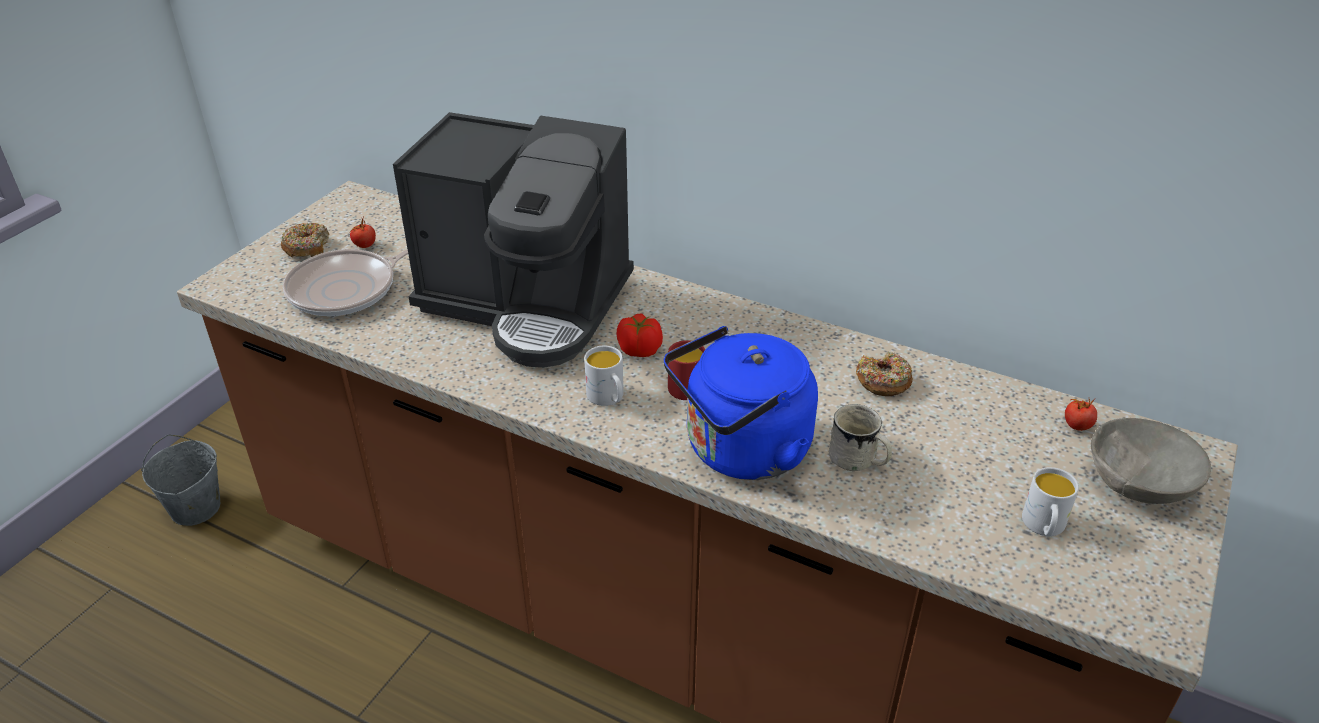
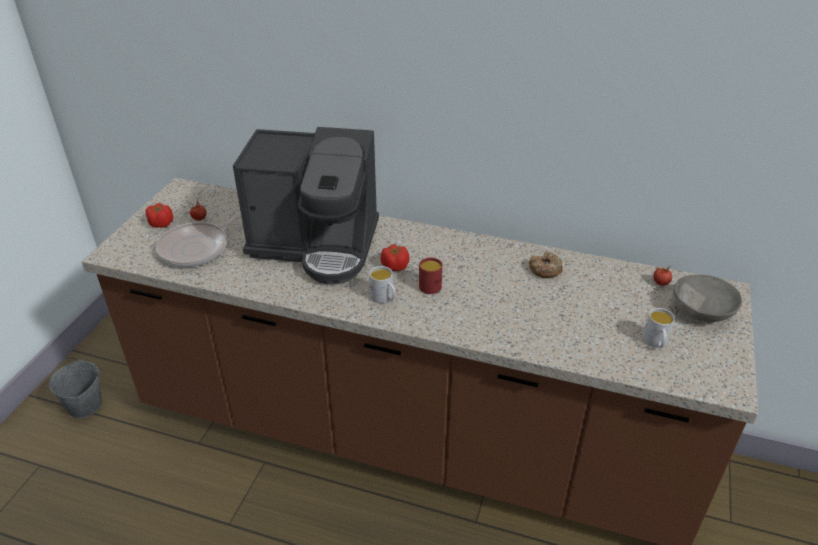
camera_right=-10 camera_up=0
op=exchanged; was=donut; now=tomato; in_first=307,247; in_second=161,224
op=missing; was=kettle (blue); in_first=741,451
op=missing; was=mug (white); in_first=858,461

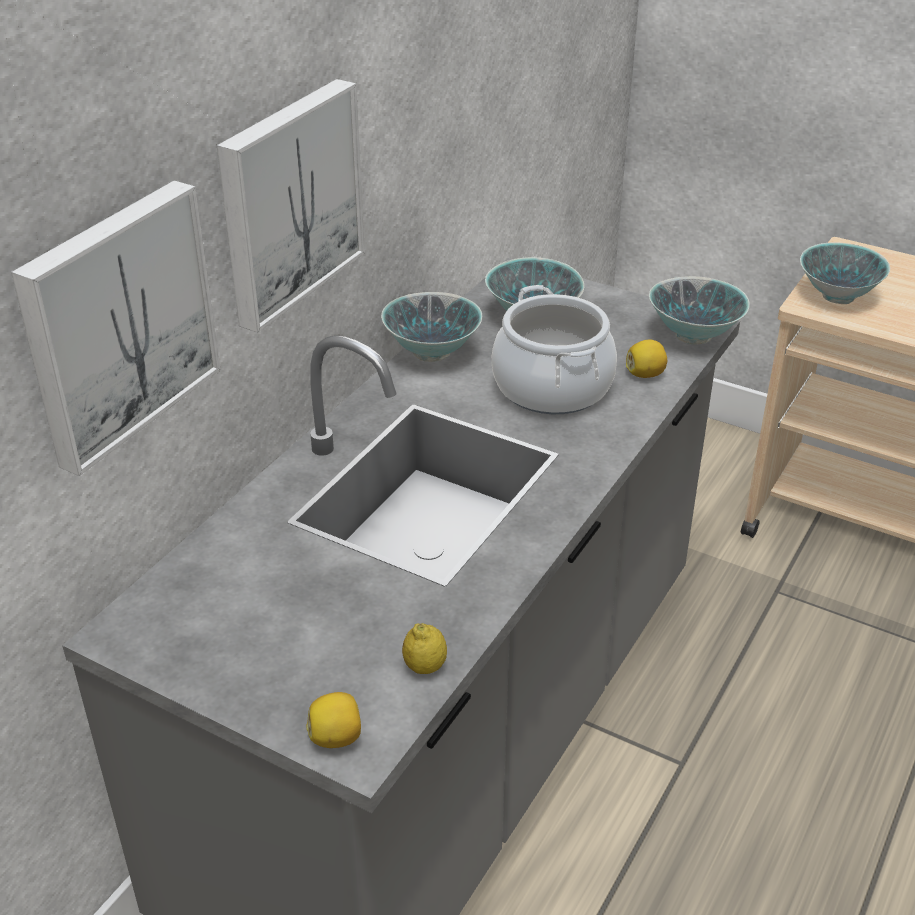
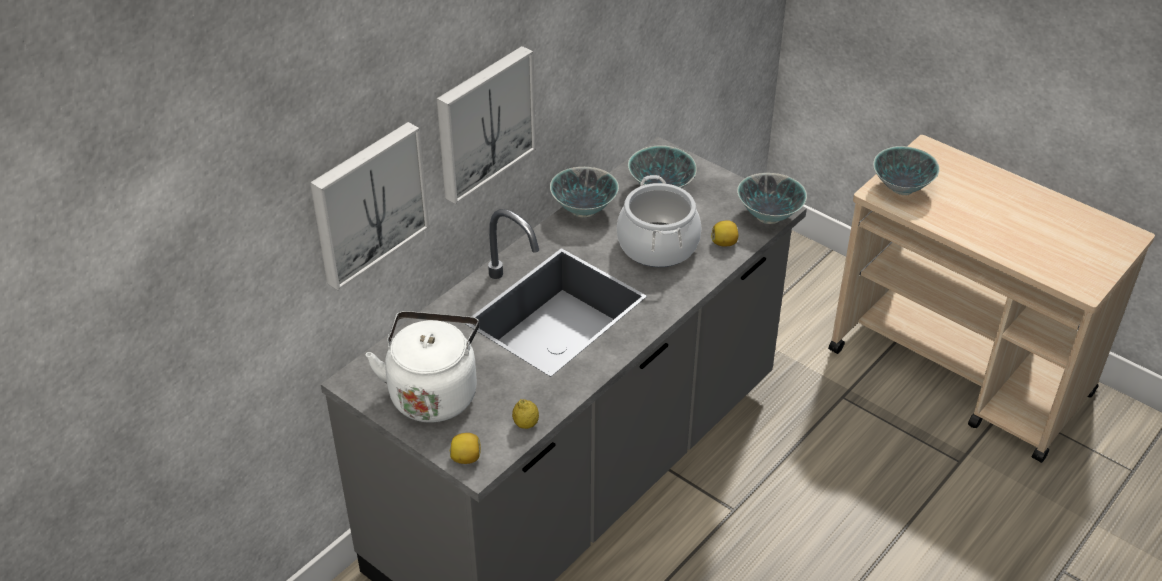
camera_right=10 camera_up=5
op=appeared; now=kettle (white); in_second=433,392

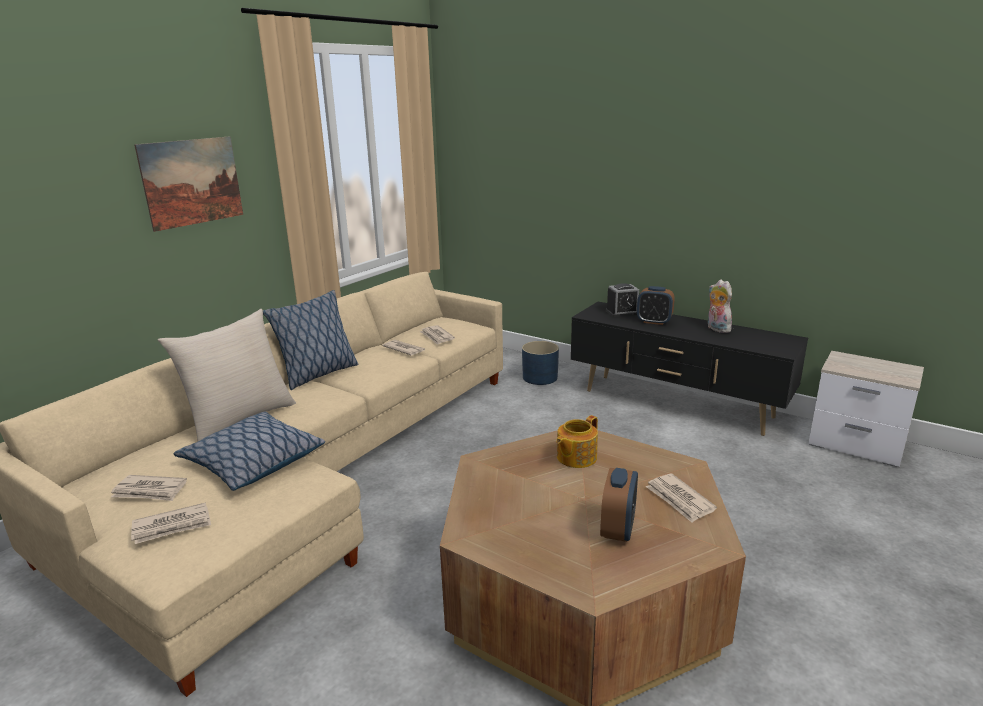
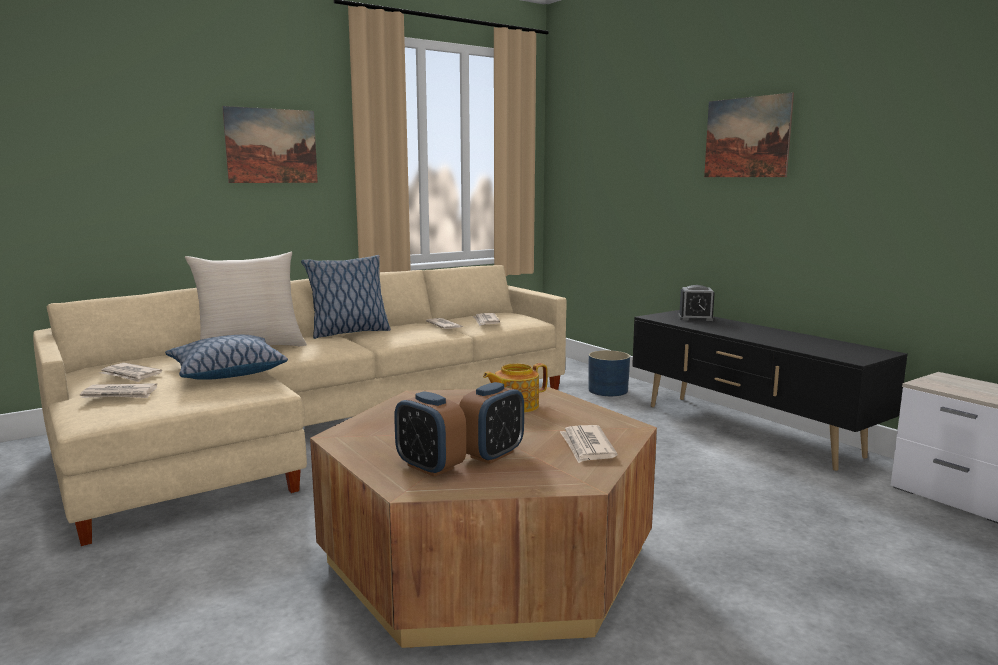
camera_right=20 camera_up=-10
op=relocated; was=alarm clock; in_first=654,321; in_second=430,467
op=missing; was=plush toy; in_first=716,329
op=appeared; now=picture; in_second=746,137

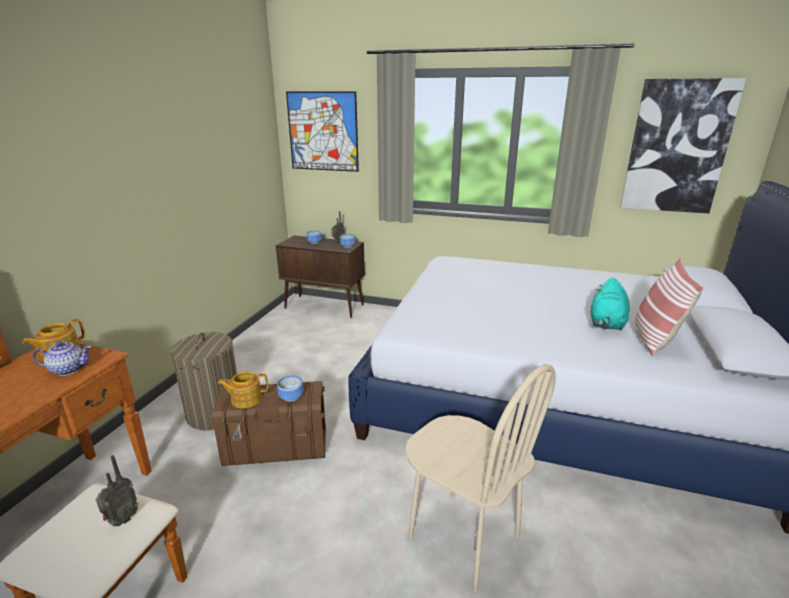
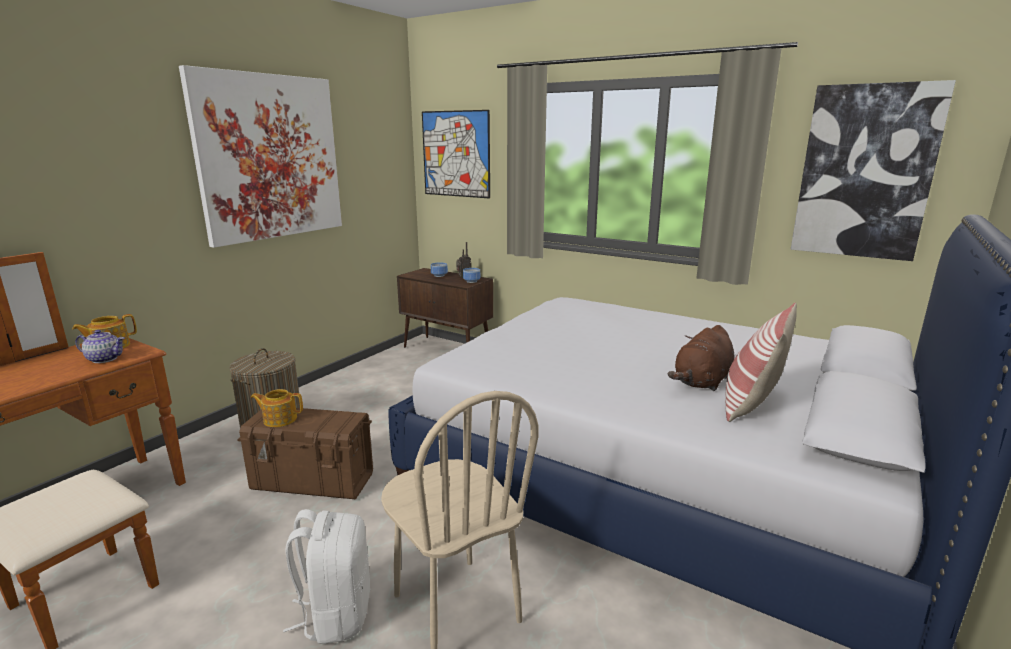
camera_right=15 camera_up=-5
op=missing; was=radio; in_first=121,520
op=missing; was=bowl; in_first=292,396
op=colour; was=plush toy (turquoise); now=plush toy (brown); in_first=606,323; in_second=702,382
op=appeared; now=picture; in_second=270,157
op=appeared; now=backpack (white); in_second=336,613

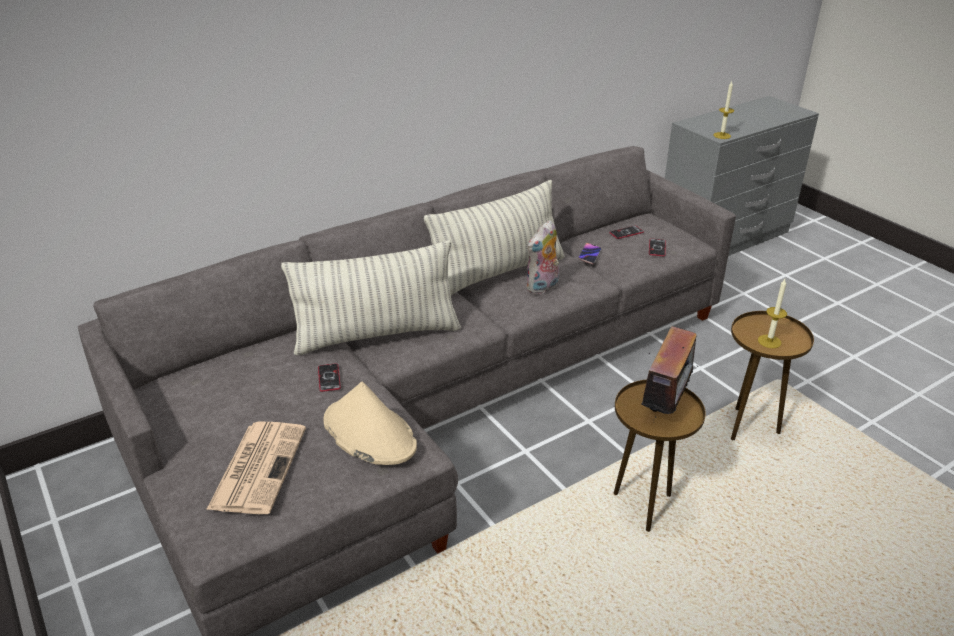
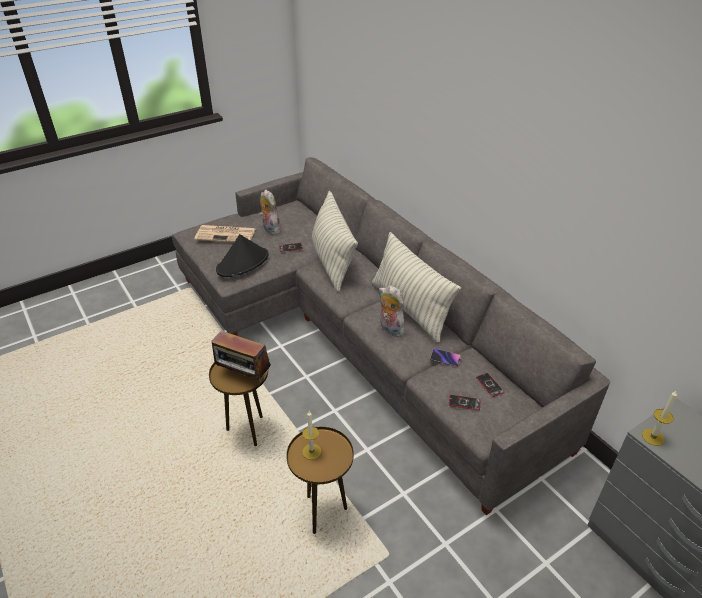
camera_right=90 camera_up=5
op=colour; was=hat (beige); now=hat (black); in_first=368,433; in_second=243,263
op=appeared; now=plush toy; in_second=270,229

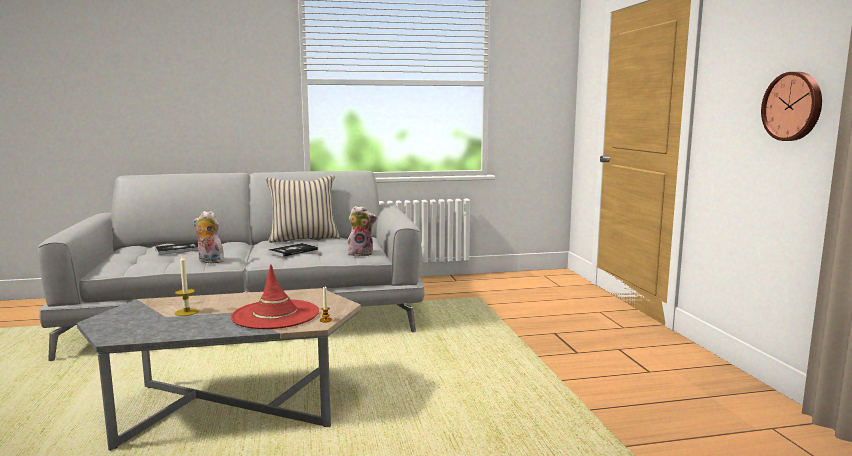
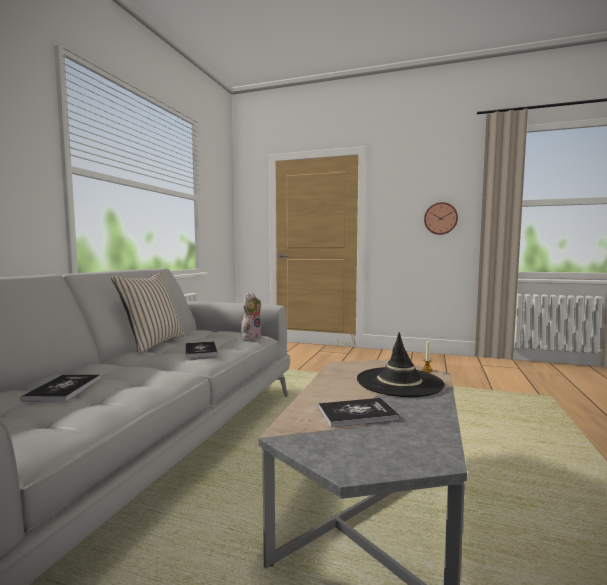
camera_right=-60 camera_up=-5
op=exchanged; was=candle; now=book; in_first=186,312; in_second=357,414
op=missing; was=plush toy; in_first=209,261
op=colour; was=hat (red); now=hat (black); in_first=275,315; in_second=399,382

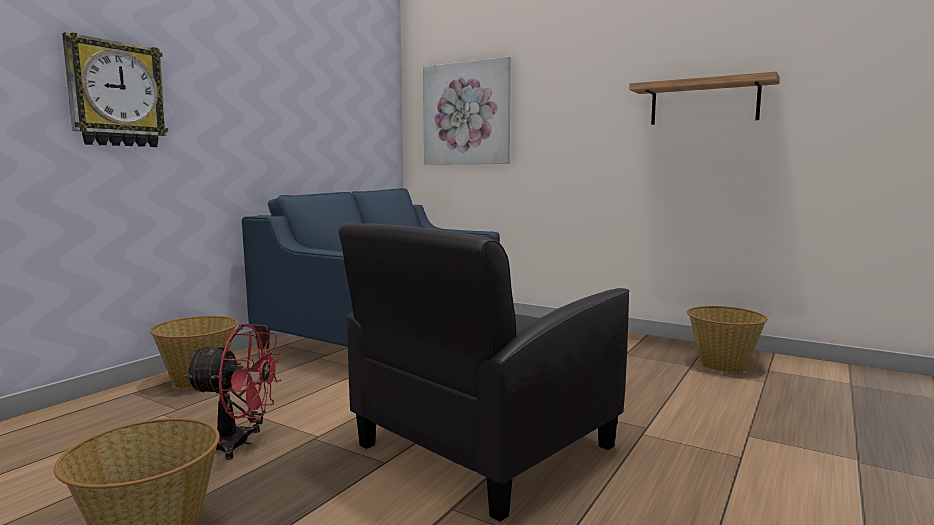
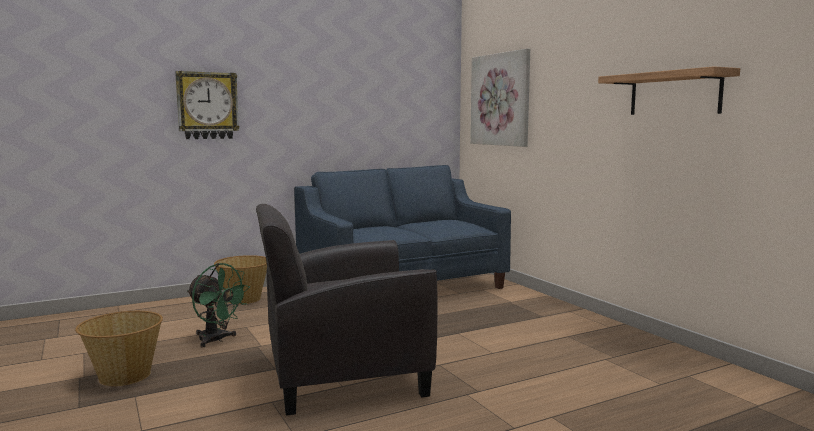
camera_right=30 camera_up=0
op=colour; was=fan (red); now=fan (green); in_first=239,444; in_second=217,340
op=missing; was=basket; in_first=722,365

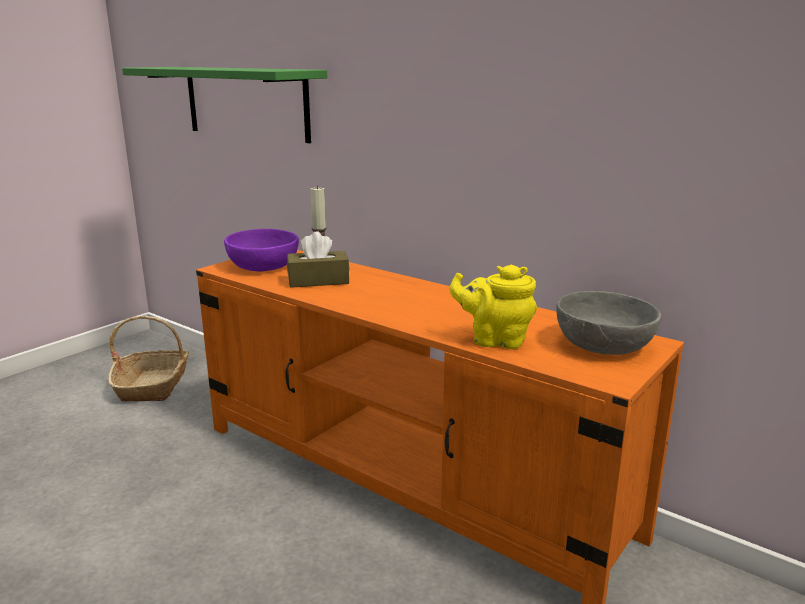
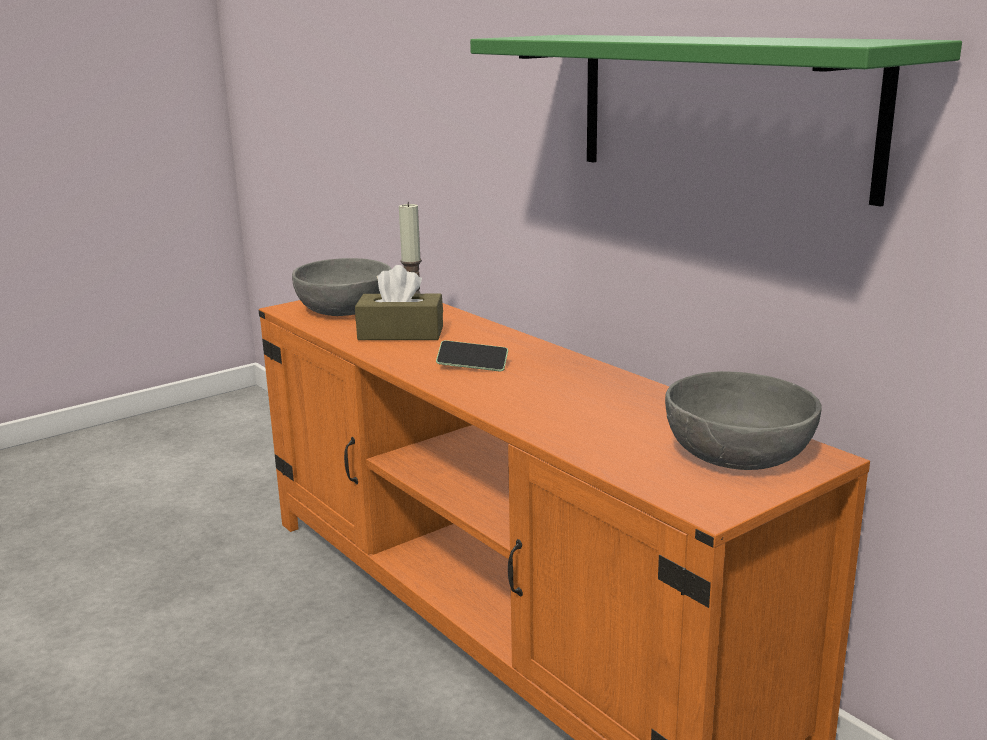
camera_right=15 camera_up=0
op=missing; was=basket; in_first=153,385
op=relocated; was=shelf (green); in_first=245,102; in_second=720,110
op=colour; was=bowl (purple); now=bowl (grey); in_first=264,266; in_second=345,309
op=missing; was=teapot (yellow); in_first=495,340
op=appeared; now=phone; in_second=472,365

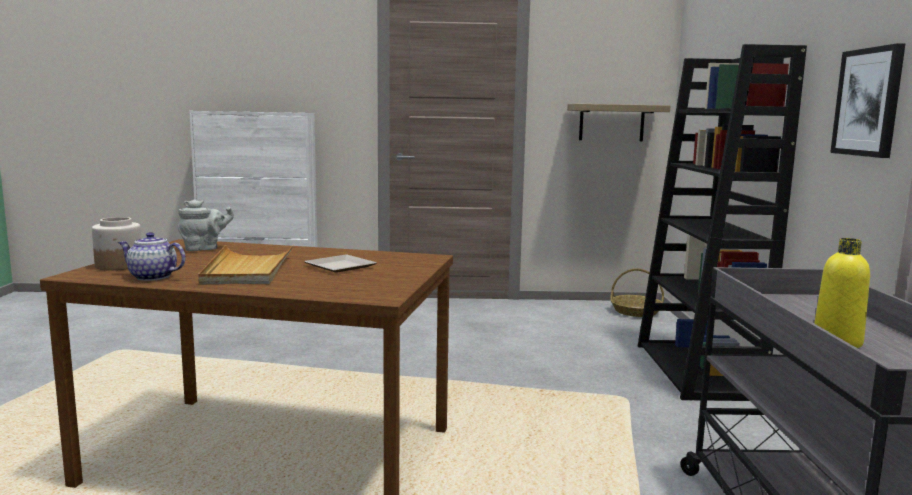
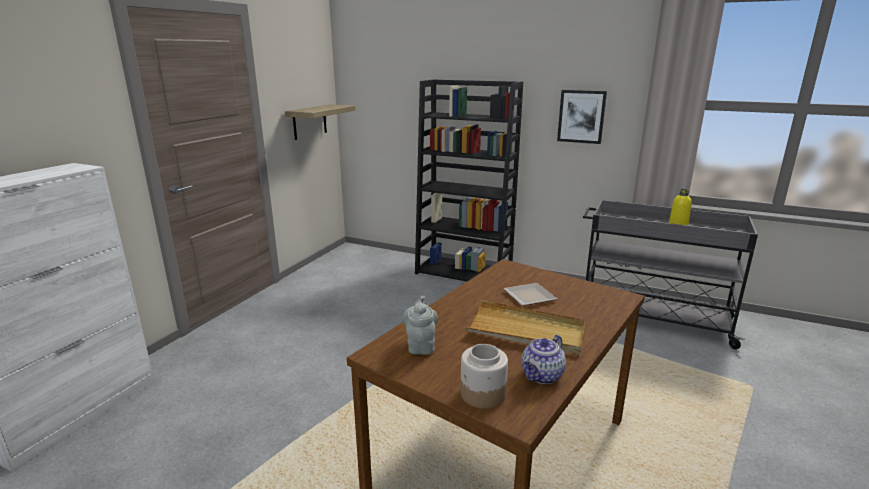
camera_right=-65 camera_up=10
op=missing; was=basket; in_first=636,311

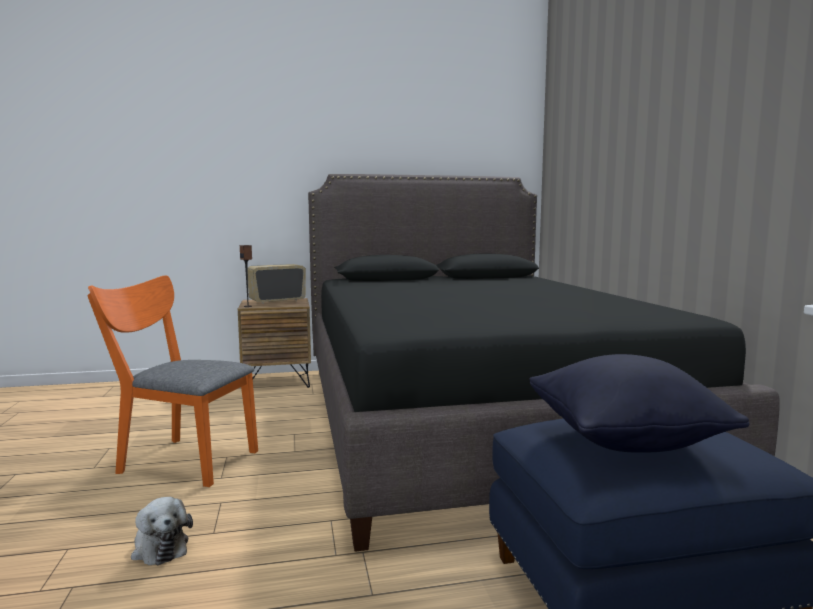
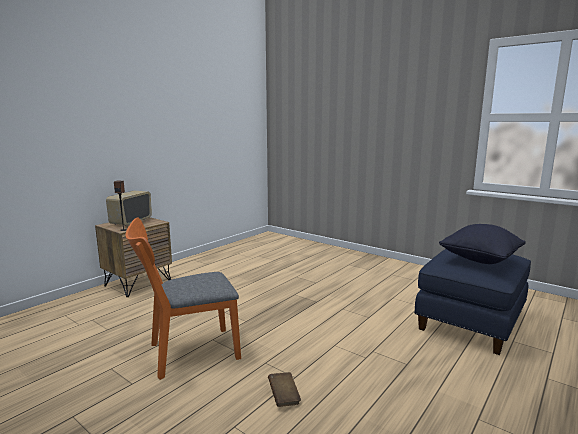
camera_right=-40 camera_up=5
op=exchanged; was=plush toy; now=book (brown); in_first=159,547; in_second=284,397
op=missing; was=bed (black); in_first=473,418

